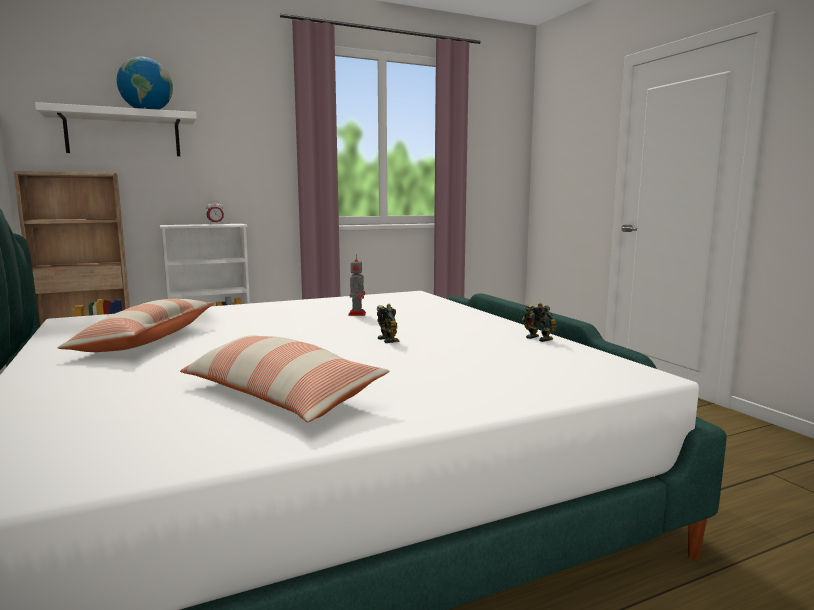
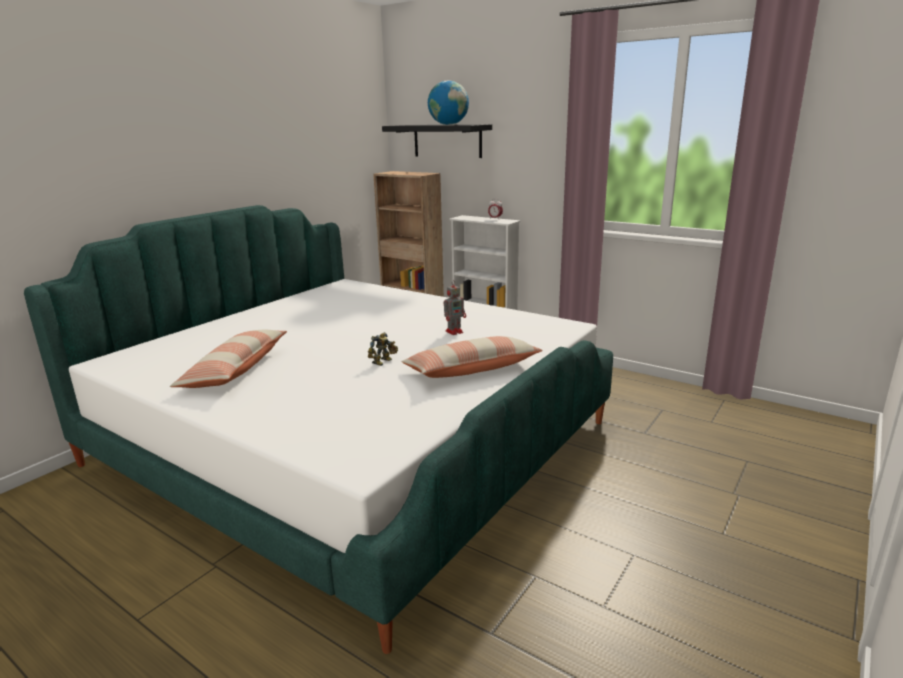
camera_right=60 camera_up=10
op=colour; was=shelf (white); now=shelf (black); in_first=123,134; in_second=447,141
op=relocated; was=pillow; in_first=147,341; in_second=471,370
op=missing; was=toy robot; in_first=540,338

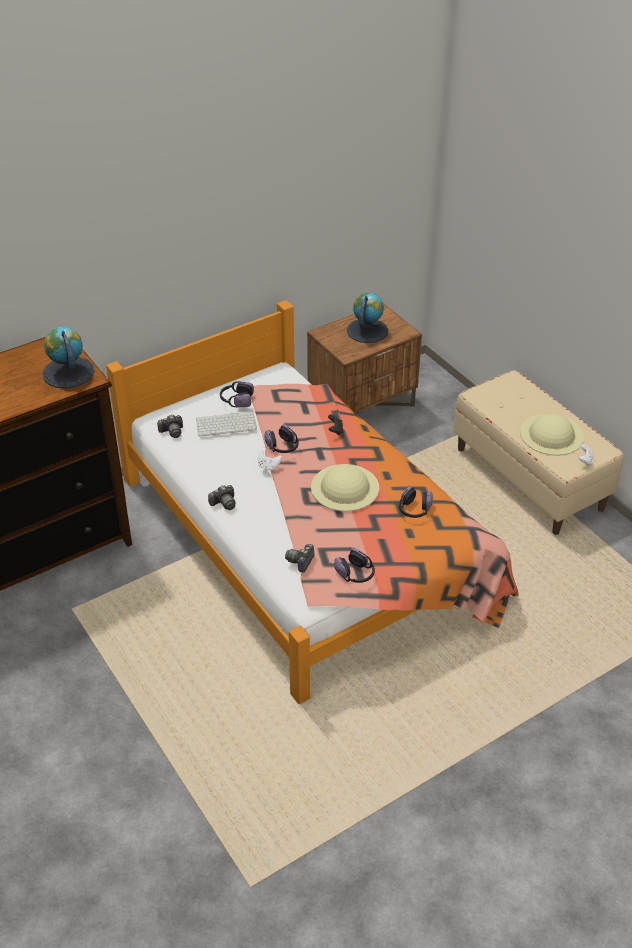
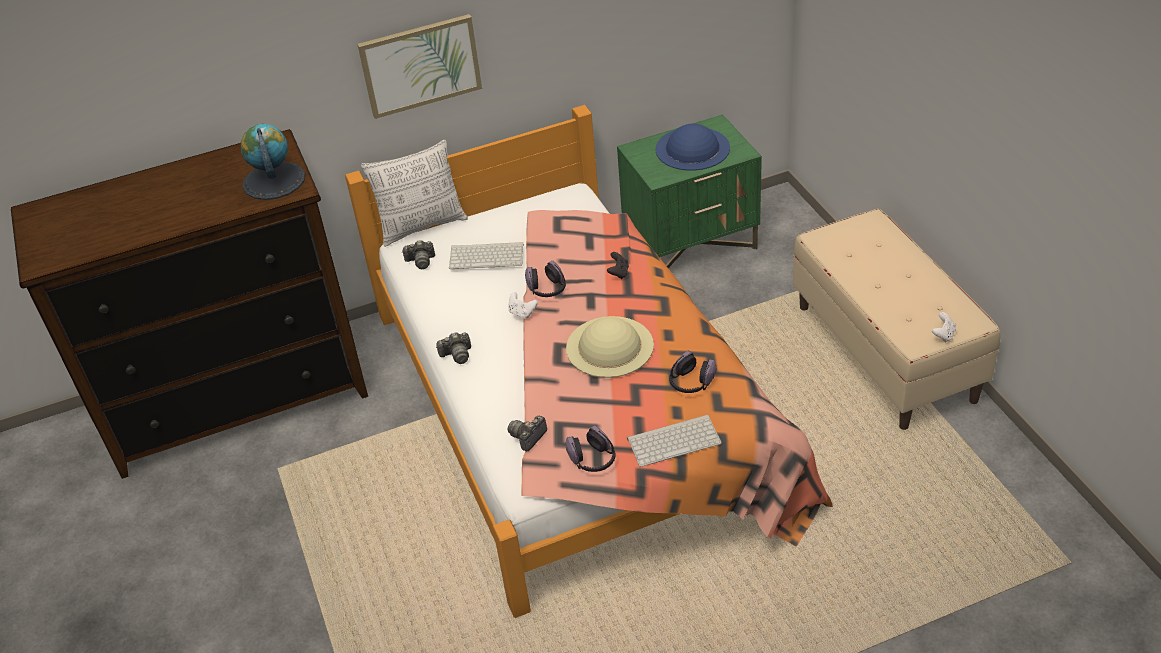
camera_right=15 camera_up=0
op=missing; was=headphones; in_first=236,400
op=colour; was=nightstand (brown); now=nightstand (green); in_first=362,405; in_second=691,243
op=exchanged; was=globe; now=hat (blue); in_first=367,330; in_second=692,148
op=missing; was=hat (beige); in_first=551,434
op=appeared; now=picture; in_second=420,65
op=appeared; now=pillow; in_second=422,226
op=appeared; now=keyboard; in_second=674,440

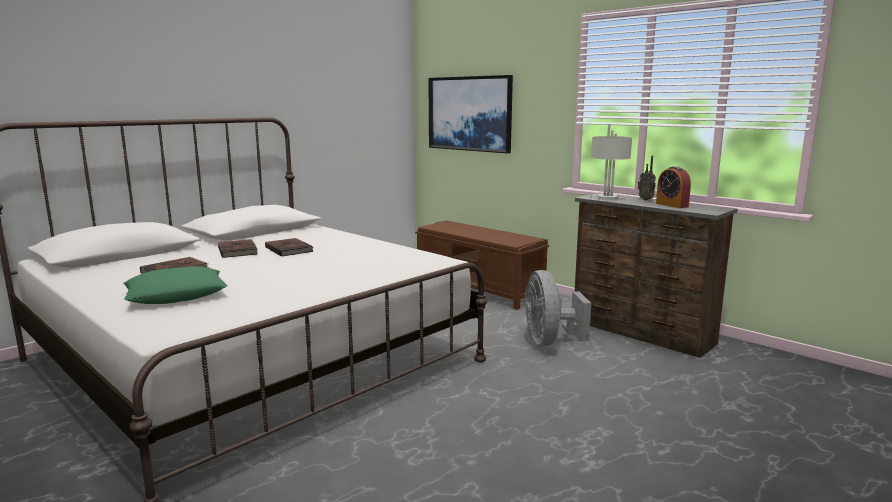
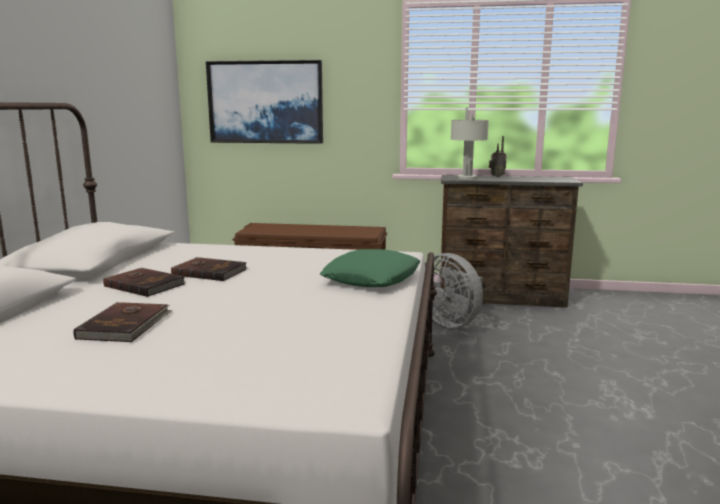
camera_right=-35 camera_up=0
op=relocated; was=pillow (green); in_first=176,294; in_second=372,278
op=missing; was=alarm clock; in_first=672,205

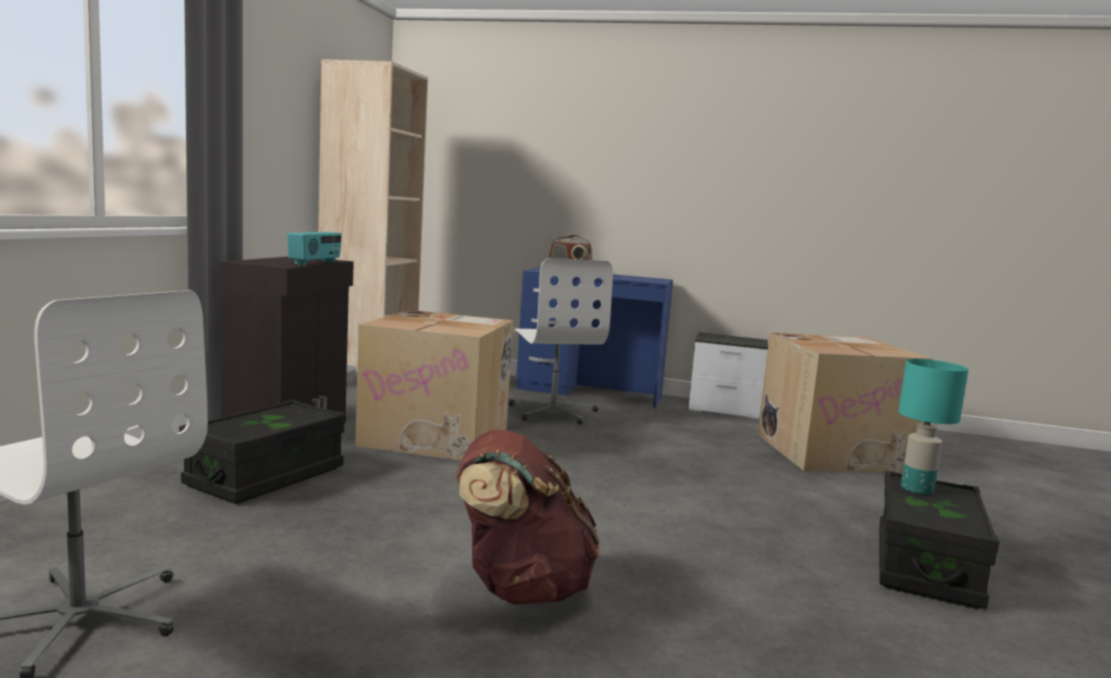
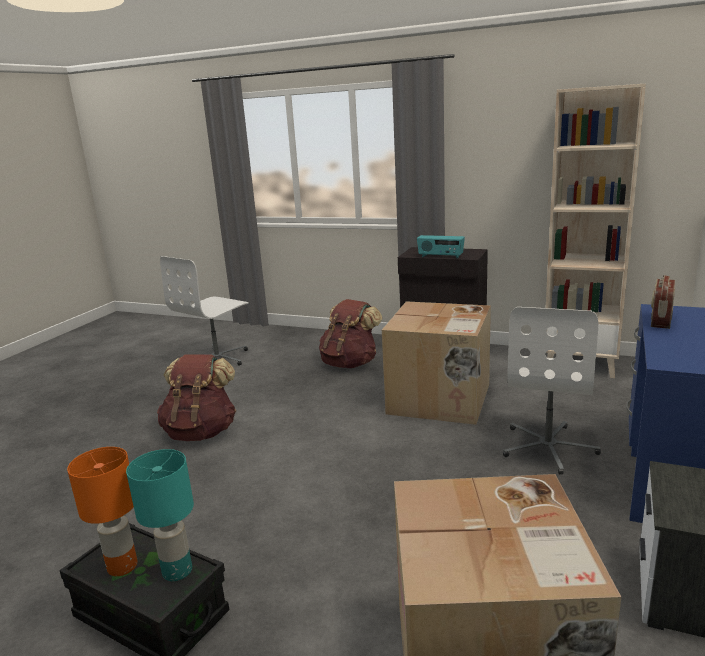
camera_right=100 camera_up=10
op=exchanged; was=storage box (black); now=backpack (brown); in_first=266,476; in_second=350,363
op=spun; was=office chair (white); in_first=553,412; in_second=548,447; clockwise=-60
op=appeared; now=table lamp (orange); in_second=122,567

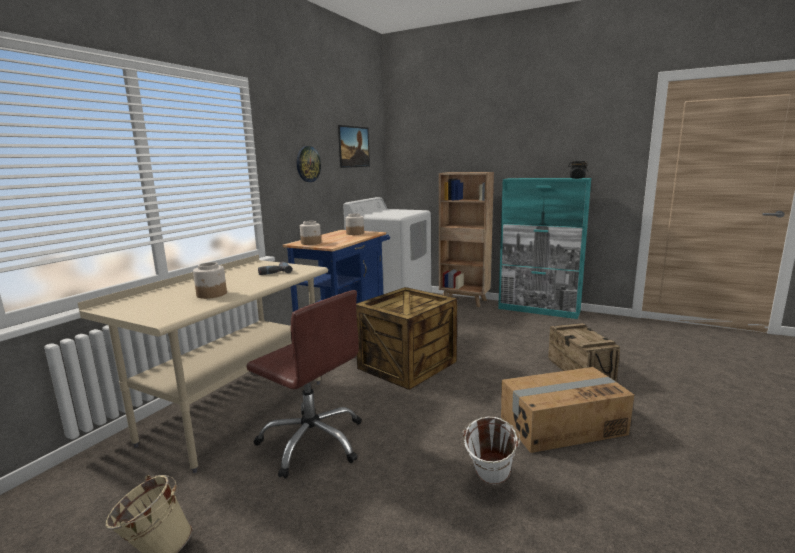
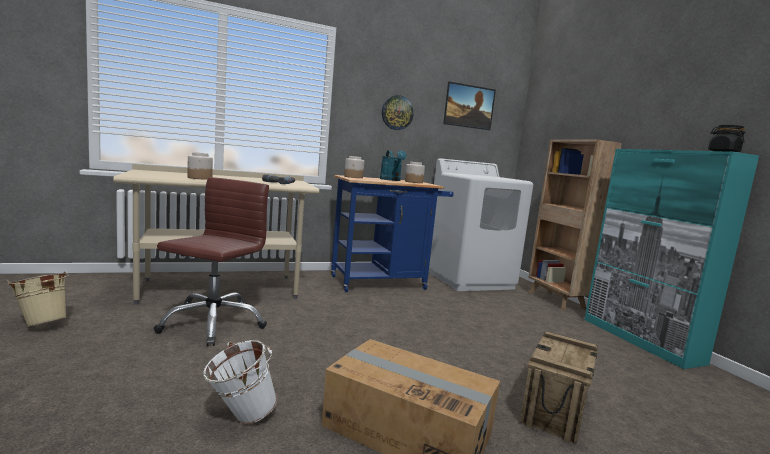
camera_right=40 camera_up=-5
op=spun; was=office chair (brown); in_first=312,441; in_second=212,323; clockwise=-150
op=missing; was=crate; in_first=406,364
op=appeared; now=watering can (turquoise); in_second=391,180

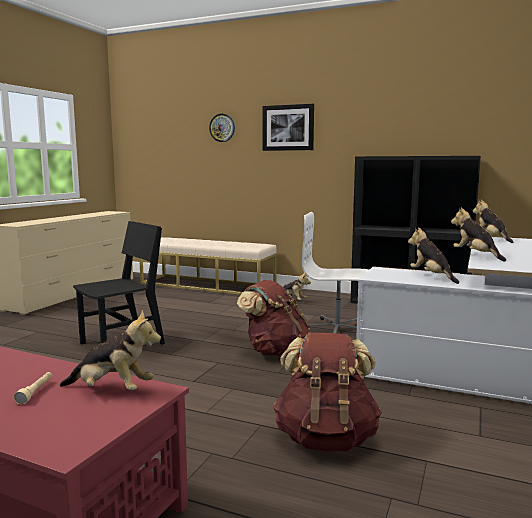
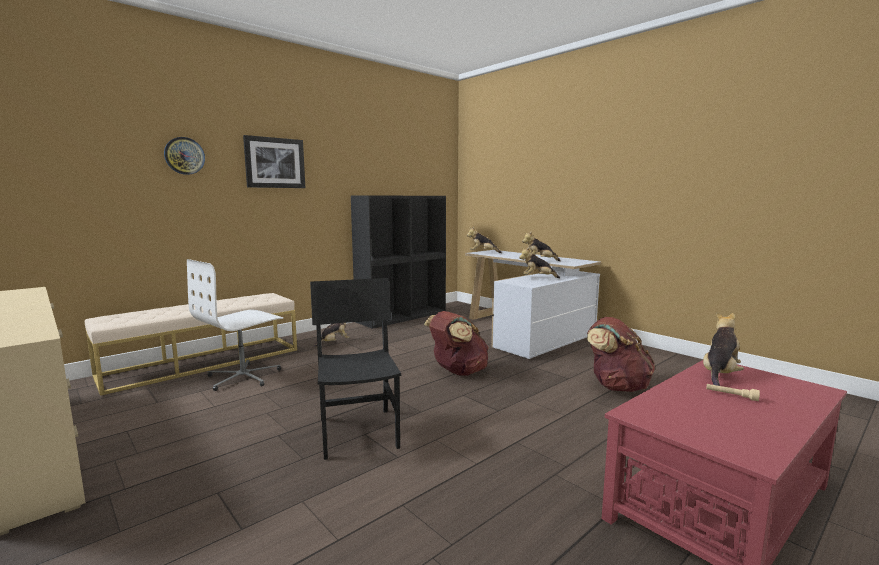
camera_right=-65 camera_up=0
op=relocated; was=office chair (white); in_first=337,329; in_second=244,377

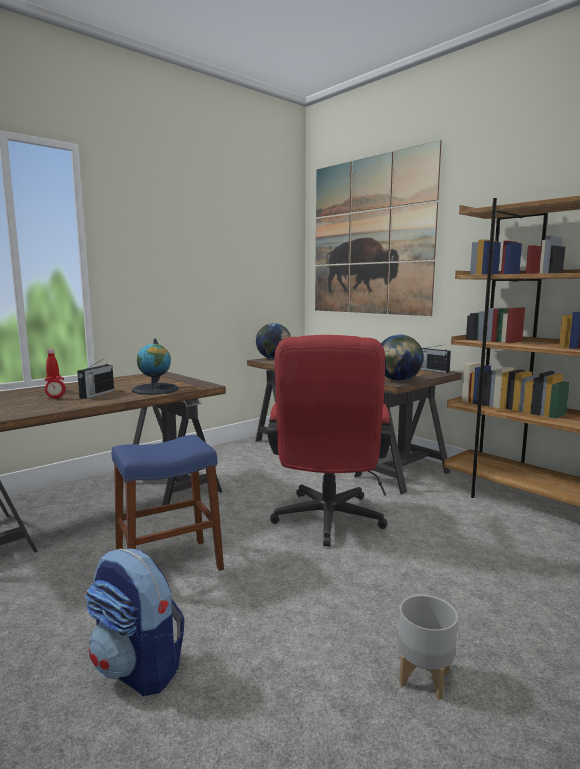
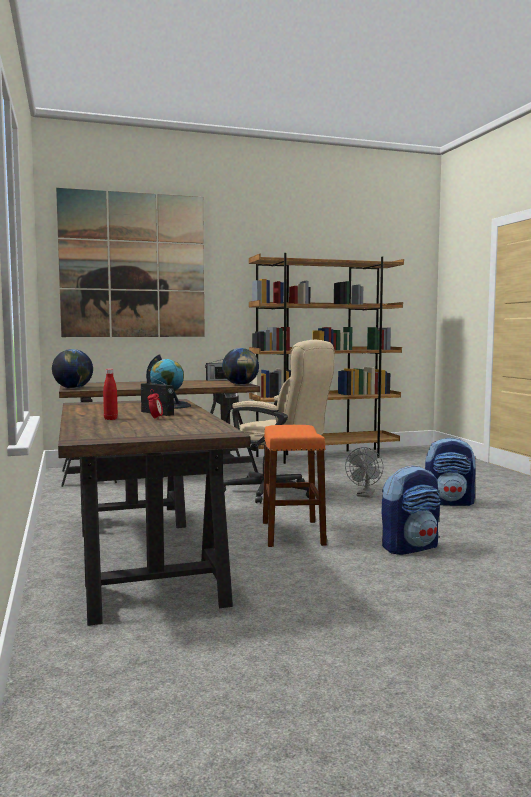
camera_right=-65 camera_up=-5
op=colour; was=stool (blue); now=stool (orange); in_first=169,566; in_second=292,533
op=colour; was=office chair (red); now=office chair (beige); in_first=327,523; in_second=277,492
op=exchanged; was=planter (grey); now=backpack; in_first=425,679; in_second=449,502
op=appeared; now=fan (grey); in_second=365,495

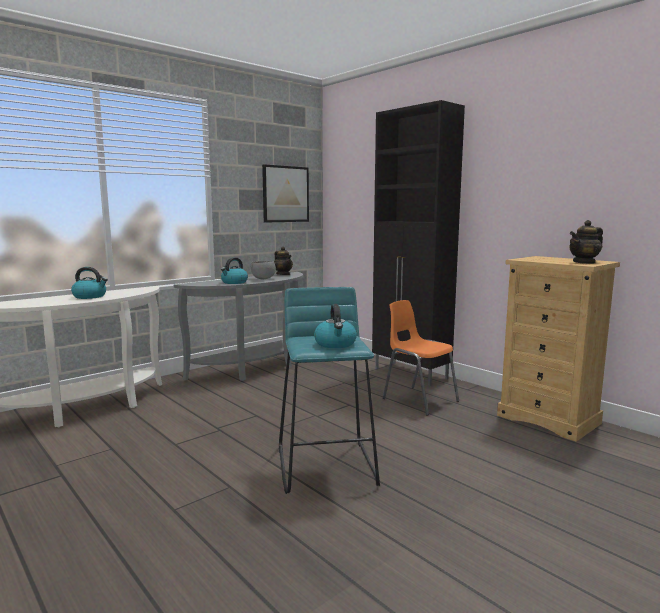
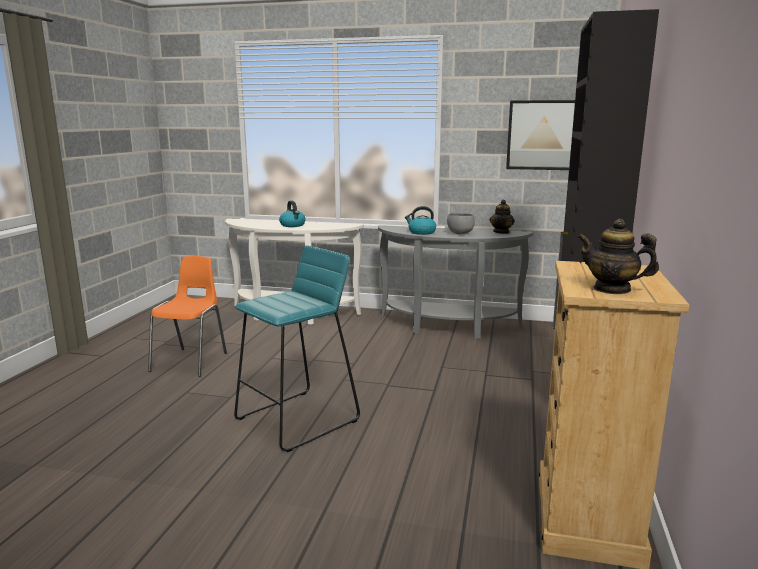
camera_right=55 camera_up=5
op=missing; was=kettle; in_first=335,344
op=relocated; was=chair (orange); in_first=418,399; in_second=191,361

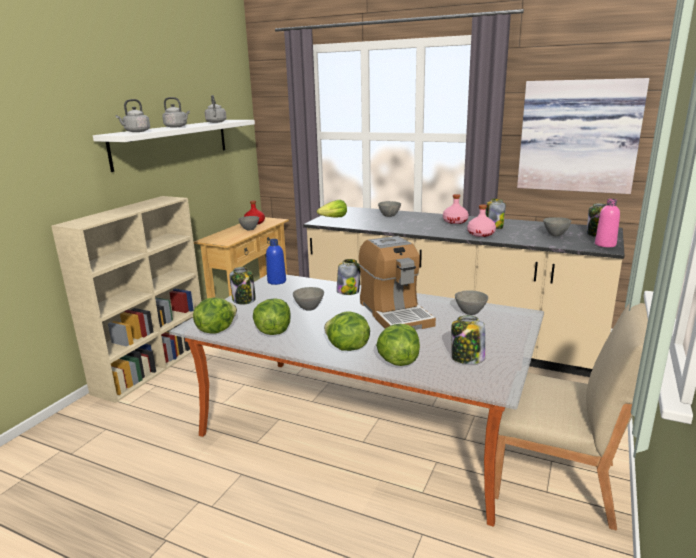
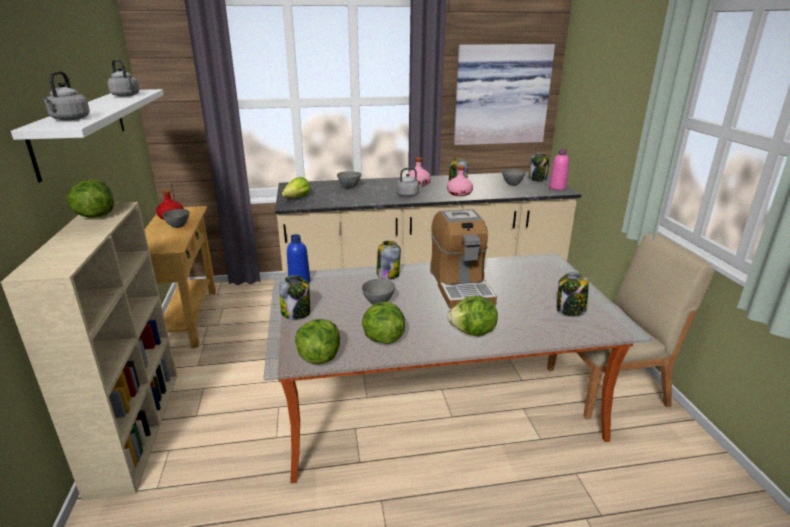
camera_right=-35 camera_up=5
op=relocated; was=kettle (grey); in_first=177,127; in_second=409,195
op=spun; was=coffee machine; in_first=394,313; in_second=460,286; clockwise=45
op=relocated; was=lettuce; in_first=398,361; in_second=95,216
op=missing; was=bowl (grey); in_first=470,313

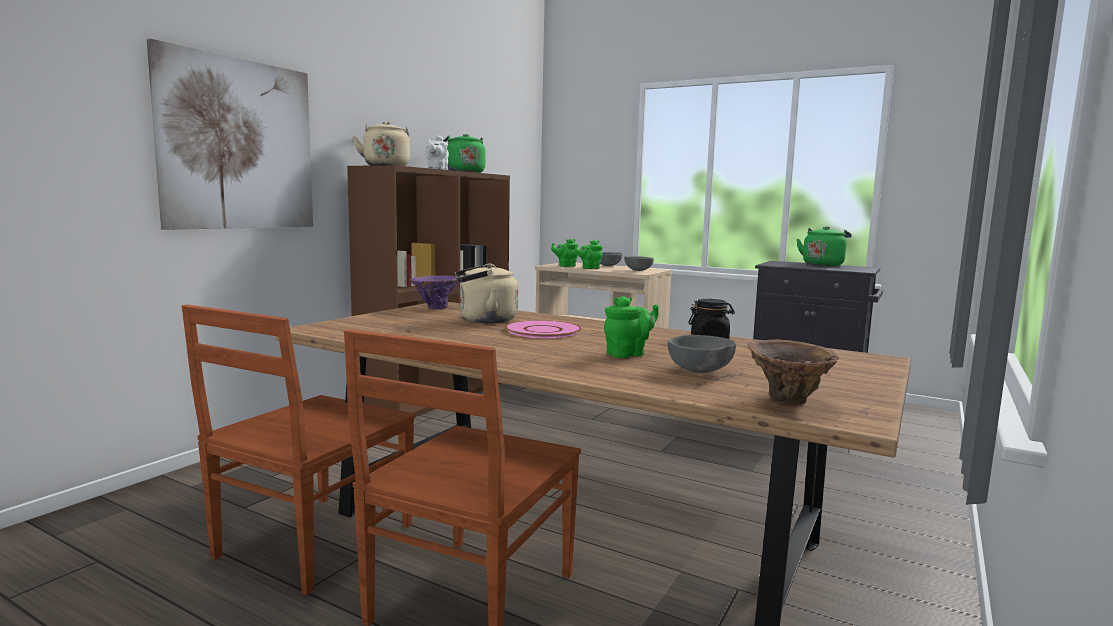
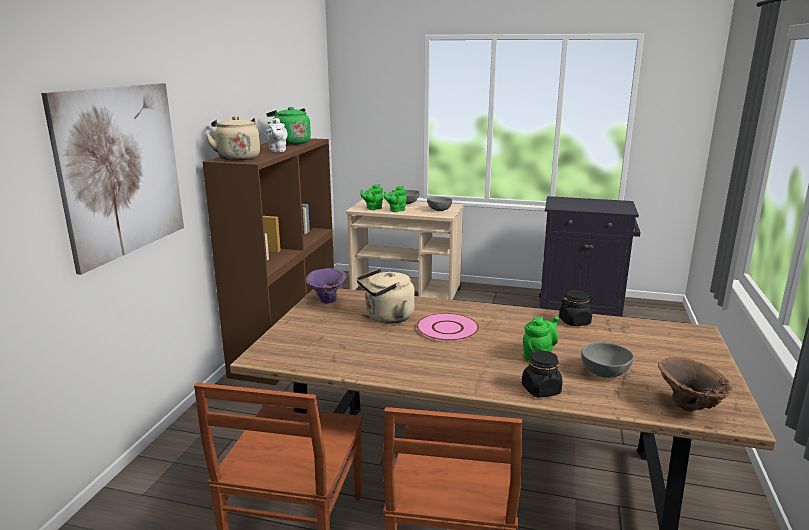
camera_right=-15 camera_up=10
op=missing; was=kettle (green); in_first=823,265
op=appeared; now=jar (black); in_second=541,390

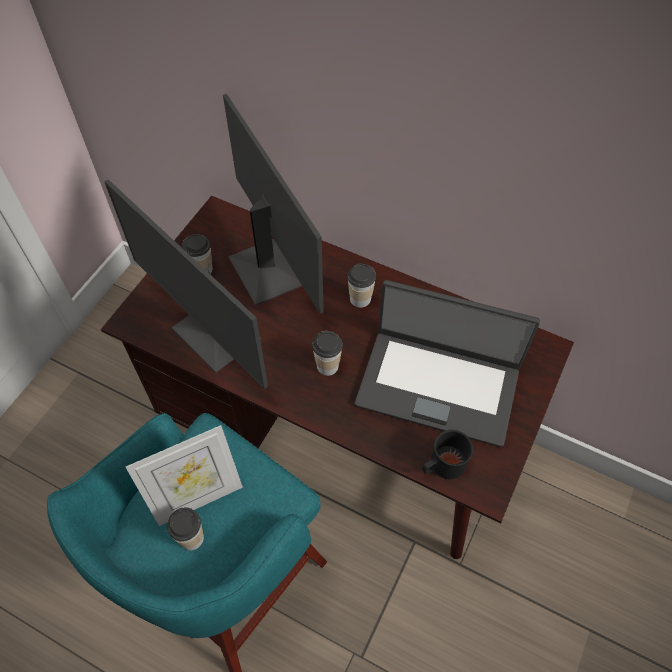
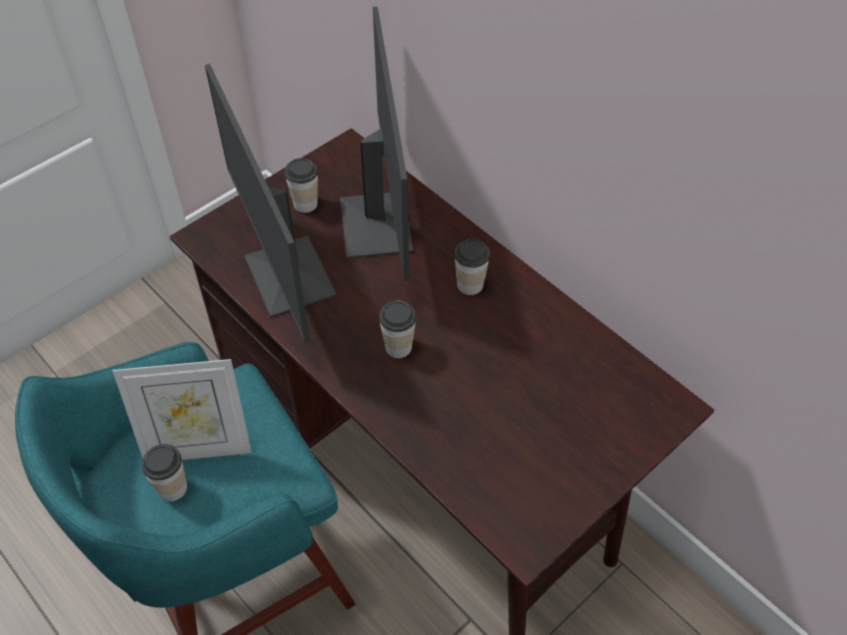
camera_right=20 camera_up=-5
op=missing; was=laptop; in_first=438,385
op=missing; was=mug (black); in_first=442,465

